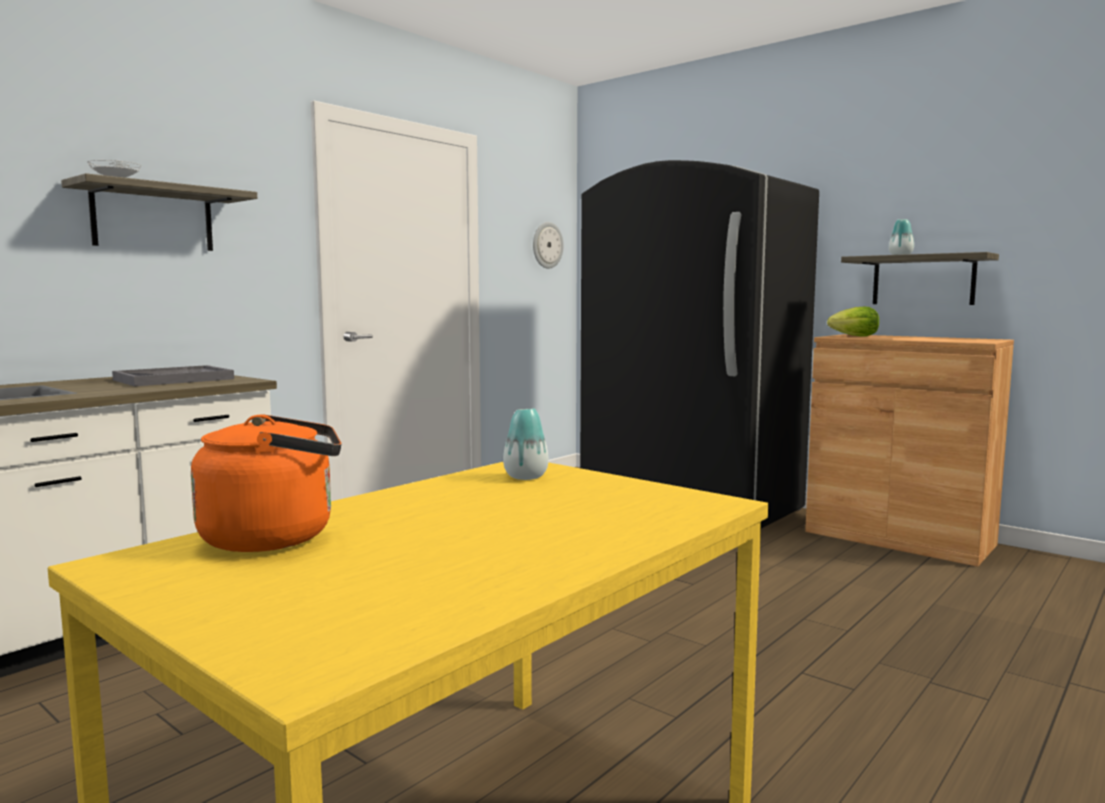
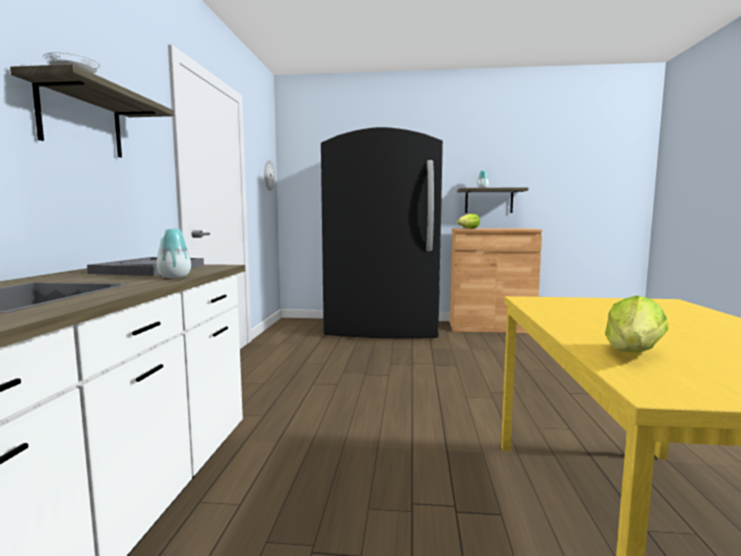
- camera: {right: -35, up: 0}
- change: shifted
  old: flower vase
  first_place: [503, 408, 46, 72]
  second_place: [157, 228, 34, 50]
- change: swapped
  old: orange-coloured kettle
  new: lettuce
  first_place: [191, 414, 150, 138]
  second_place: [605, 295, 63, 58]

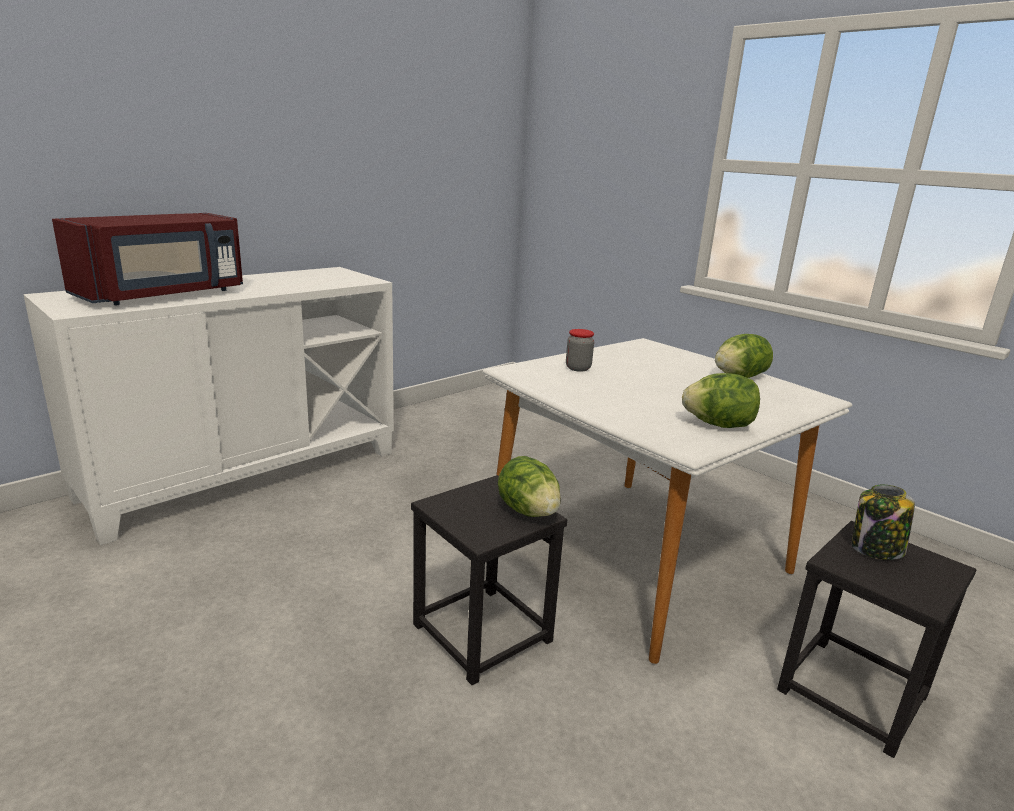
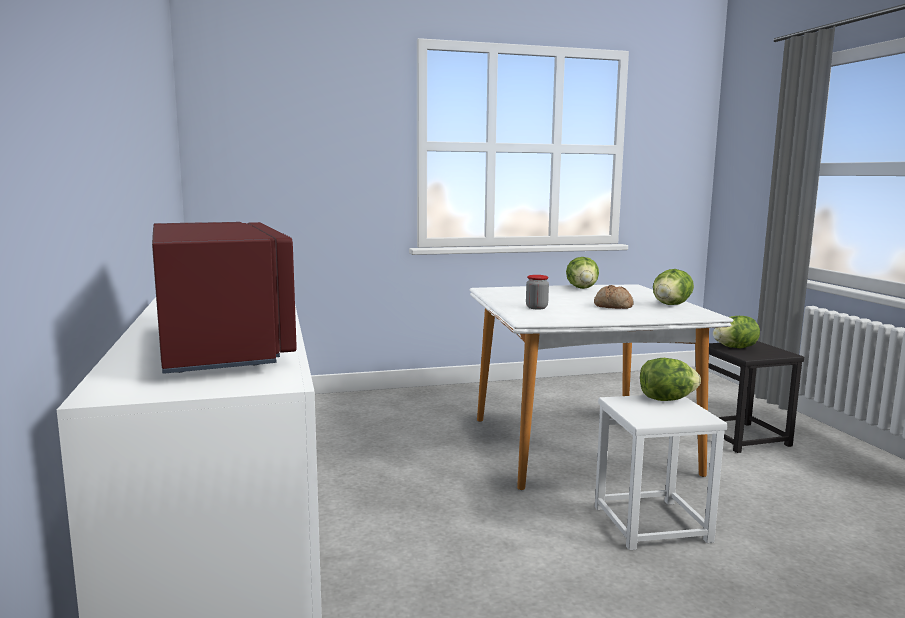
- camera: {right: -60, up: -10}
- change: new
  new: bread
  second_place: [594, 285, 40, 24]
- change: swapped
  old: preserve jar
  new: lettuce
  first_place: [852, 485, 63, 75]
  second_place: [713, 316, 47, 32]
- change: repainted
  old: blackish stool
  new: white-coloured stool
  first_place: [411, 475, 156, 210]
  second_place: [595, 395, 133, 155]

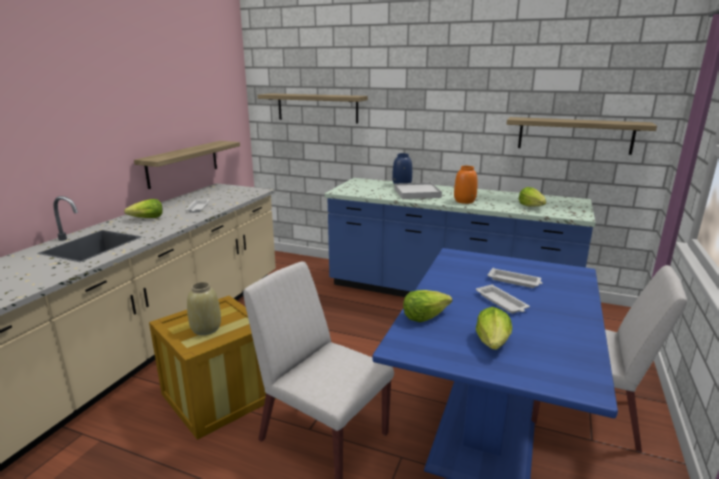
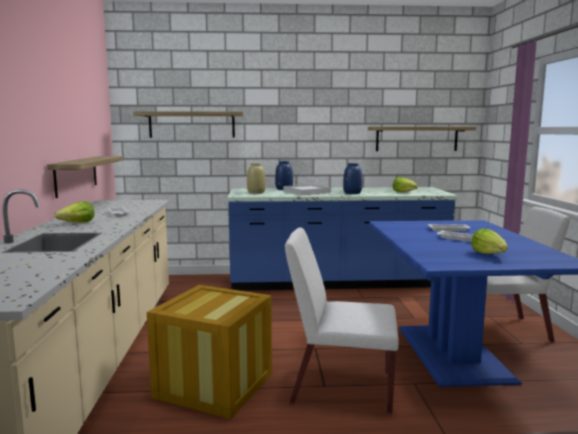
- camera: {right: -25, up: -10}
- change: gone
  old: lettuce
  first_place: [403, 290, 49, 32]
- change: shifted
  old: beige-coloured flower vase
  first_place: [187, 282, 34, 53]
  second_place: [247, 163, 19, 31]
- change: repainted
  old: orange-coloured flower vase
  new: bluish flower vase
  first_place: [454, 166, 24, 38]
  second_place: [343, 163, 19, 31]

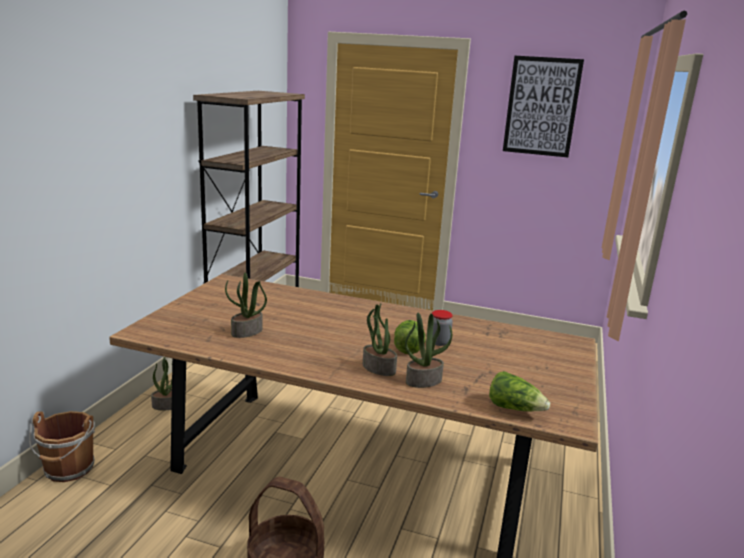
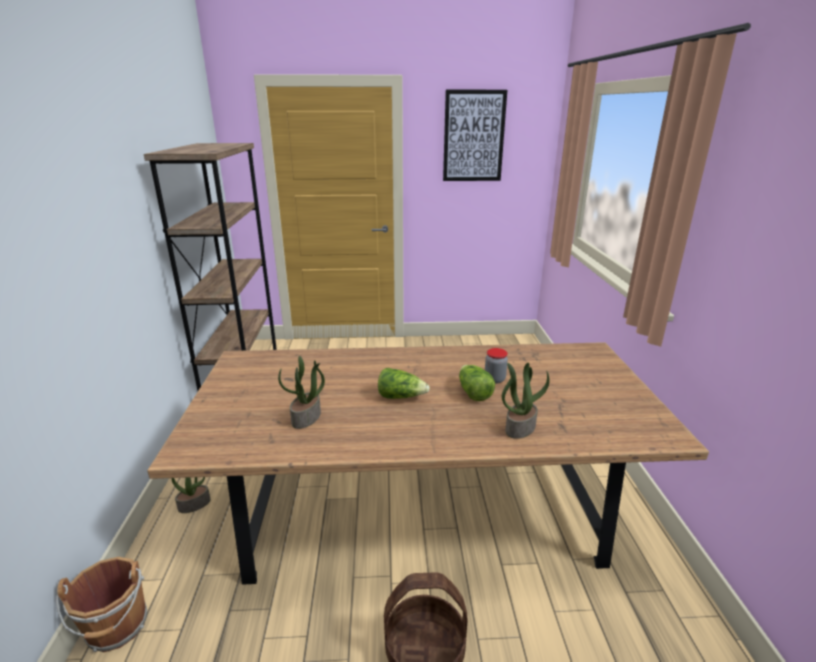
- camera: {right: -20, up: 5}
- change: gone
  old: plant in a pot
  first_place: [363, 303, 34, 73]
- change: shifted
  old: lettuce
  first_place: [489, 371, 61, 40]
  second_place: [378, 368, 52, 31]

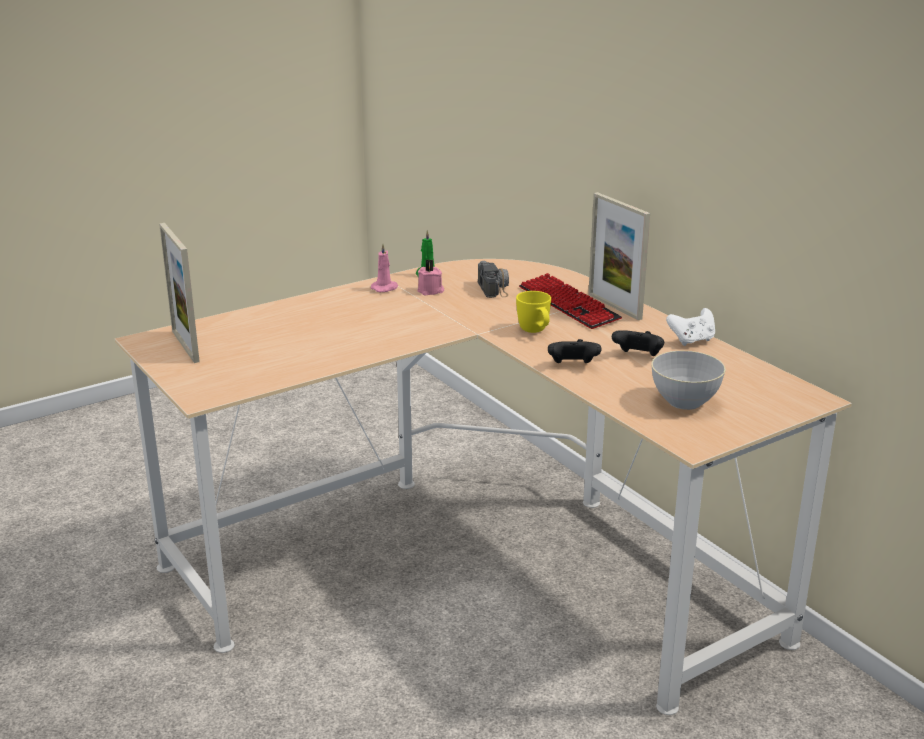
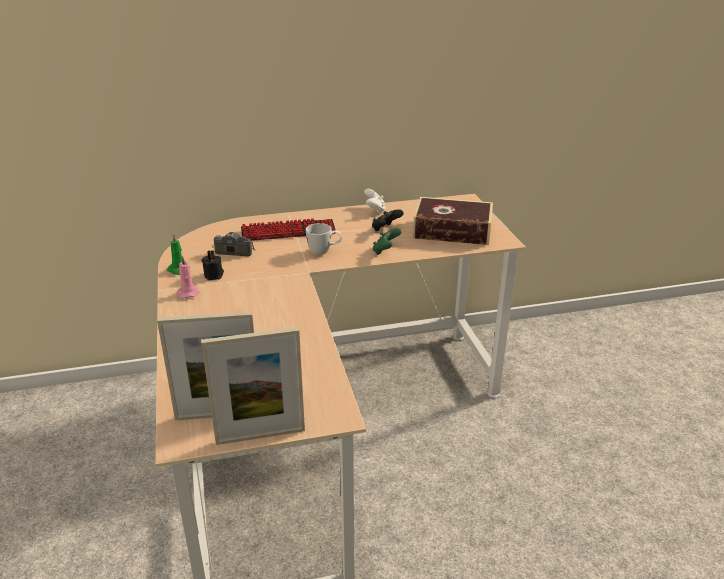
- camera: {right: -70, up: 5}
- change: shifted
  old: picture frame
  first_place: [588, 192, 62, 128]
  second_place: [201, 327, 104, 118]
- change: swapped
  old: greyish deep dish
  new: volume
  first_place: [651, 351, 75, 59]
  second_place: [413, 197, 80, 48]
- change: repainted
  old: pinkish wax light
  new: blackish wax light
  first_place: [417, 260, 27, 36]
  second_place: [201, 250, 23, 30]
- change: repainted
  old: yellowish mug
  new: white-coloured mug
  first_place: [516, 291, 35, 42]
  second_place: [306, 223, 36, 32]
- change: repainted
  old: blackish joypad
  new: green-coloured joypad
  first_place: [548, 339, 54, 24]
  second_place: [372, 228, 29, 27]

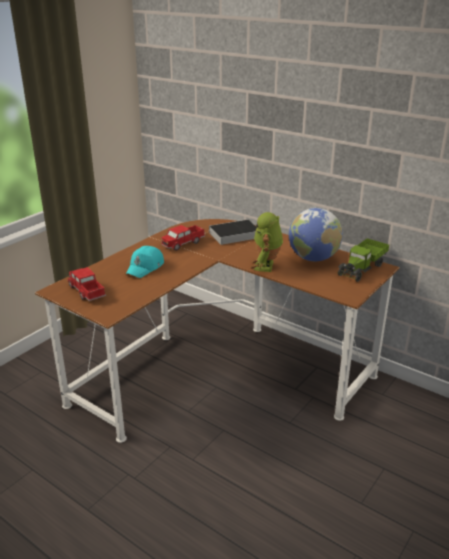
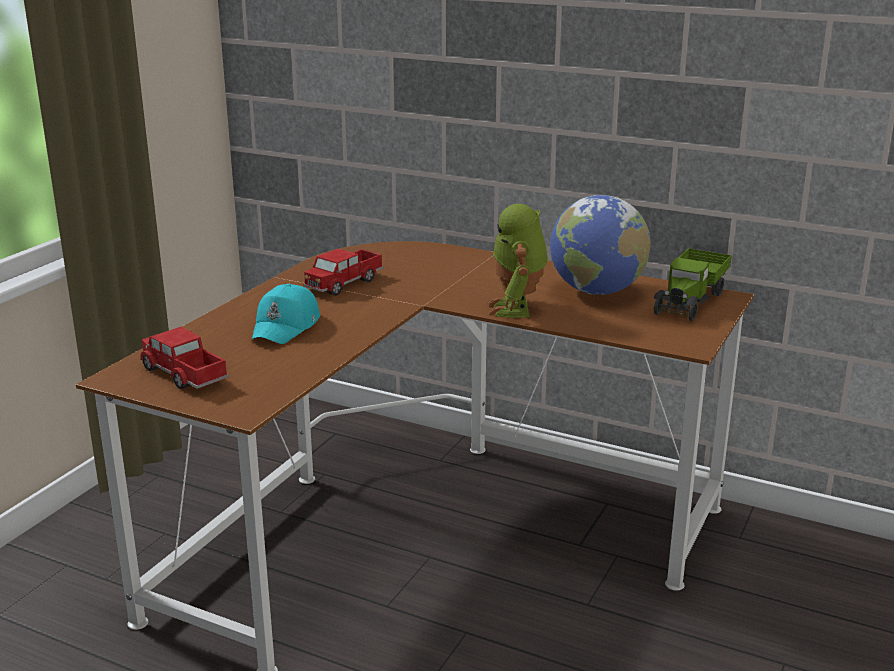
- camera: {right: -10, up: -5}
- change: gone
  old: volume
  first_place: [204, 219, 53, 26]

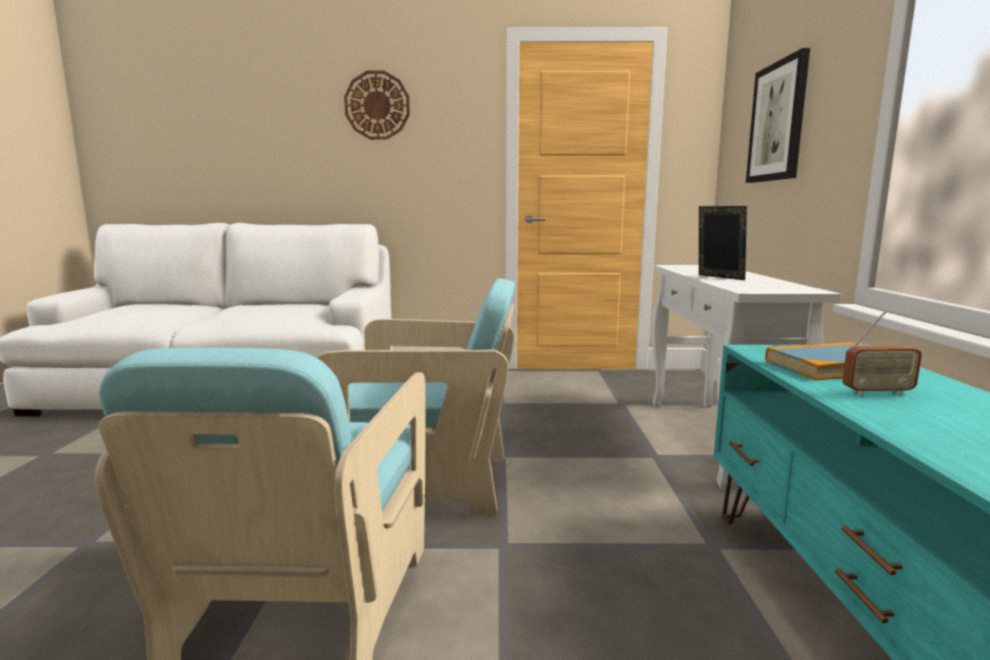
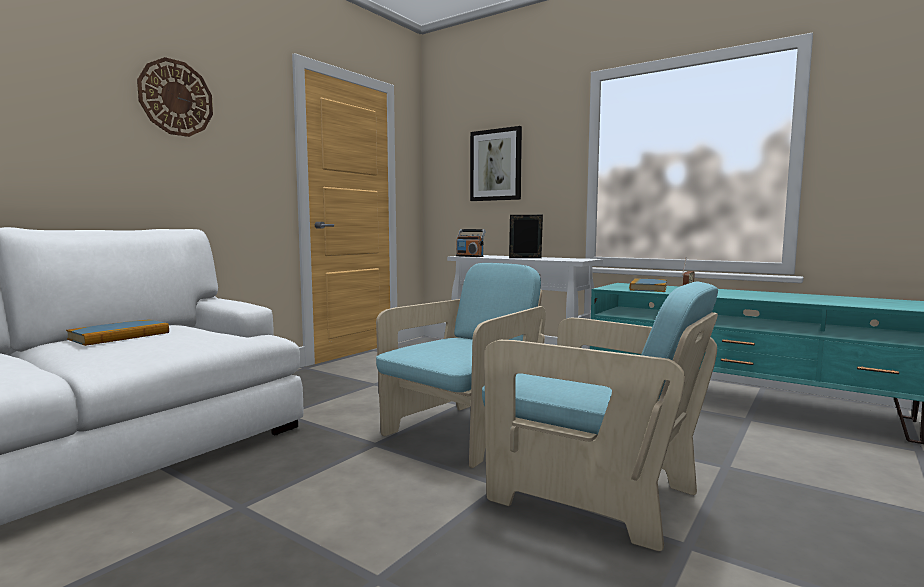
- camera: {right: -55, up: -5}
- change: new
  new: volume
  second_place: [66, 319, 103, 27]
- change: new
  new: radio receiver
  second_place: [456, 229, 30, 28]

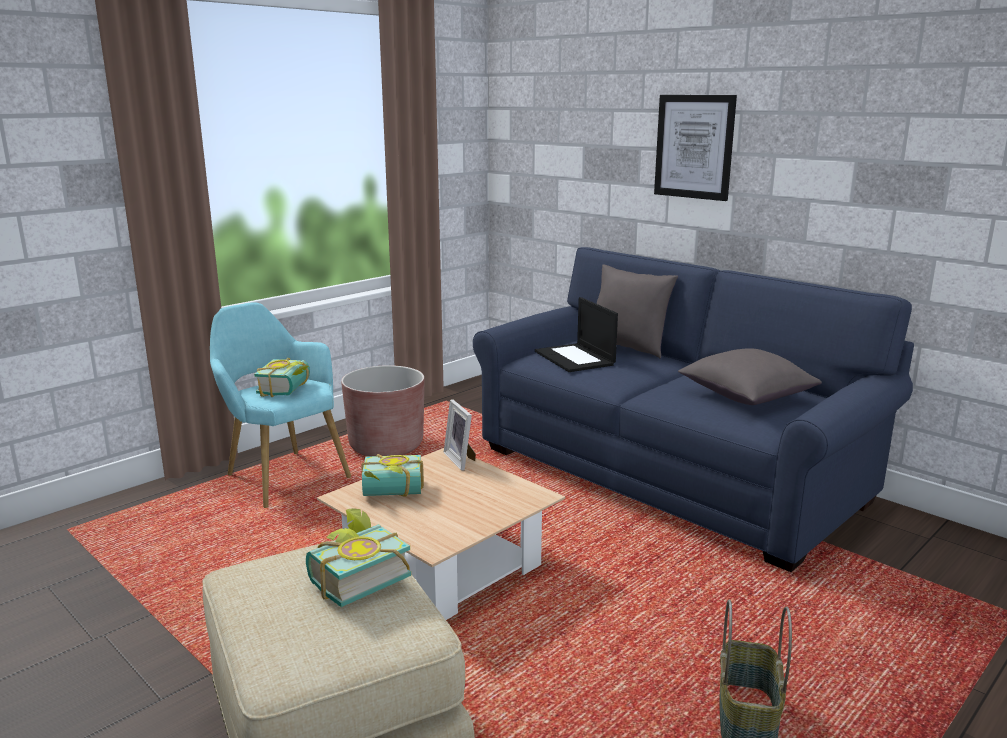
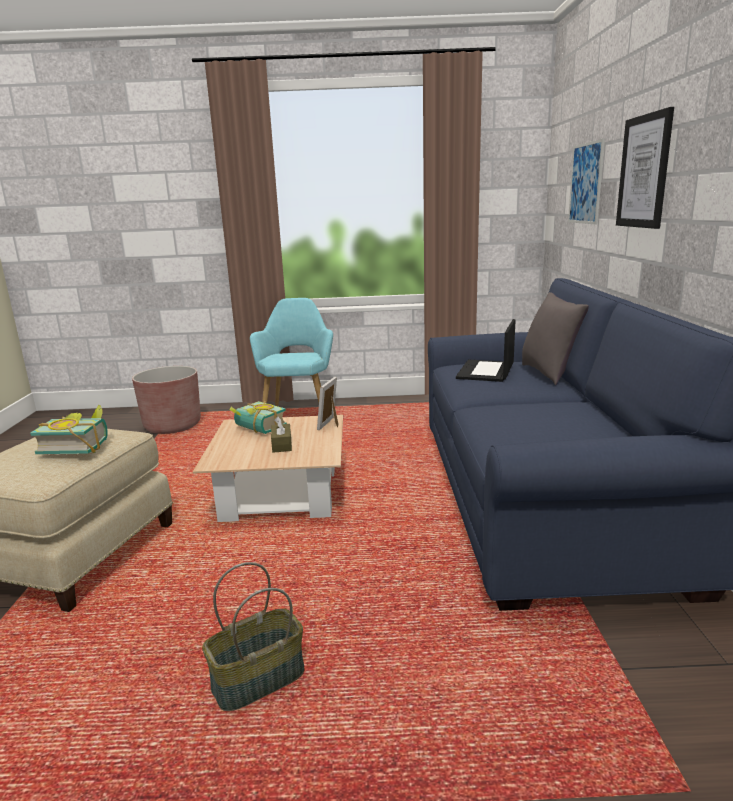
- camera: {right: 45, up: 0}
- change: gone
  old: volume
  first_place: [254, 358, 56, 39]
- change: gone
  old: greyish pillow
  first_place: [678, 348, 144, 57]
- change: new
  new: brownish tissue holder
  second_place: [271, 416, 21, 37]
- change: new
  new: wall art
  second_place: [568, 138, 37, 87]
- change: shifted
  old: brownish plant pot
  first_place: [341, 365, 83, 91]
  second_place: [132, 366, 69, 68]

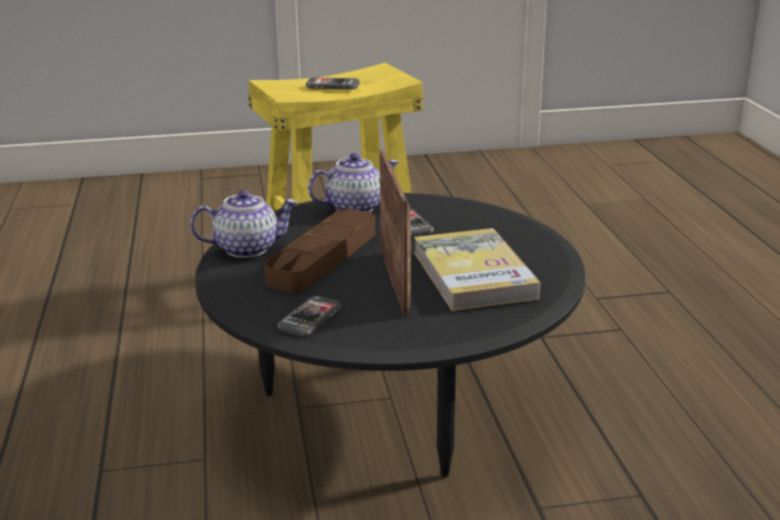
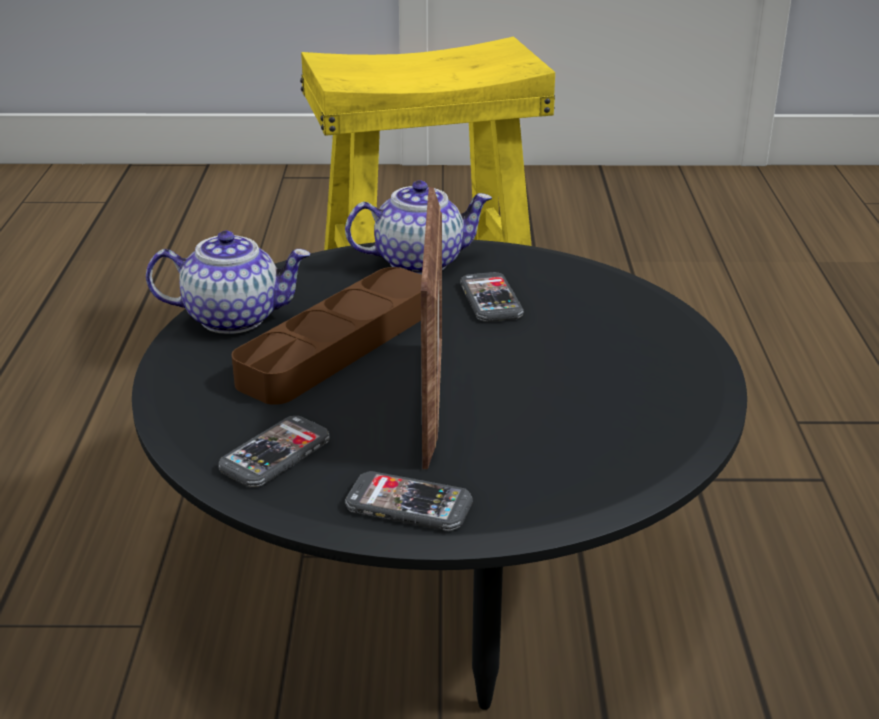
- camera: {right: 10, up: 5}
- change: gone
  old: volume
  first_place: [414, 228, 126, 83]
- change: shifted
  old: telephone
  first_place: [306, 77, 54, 13]
  second_place: [345, 471, 128, 60]

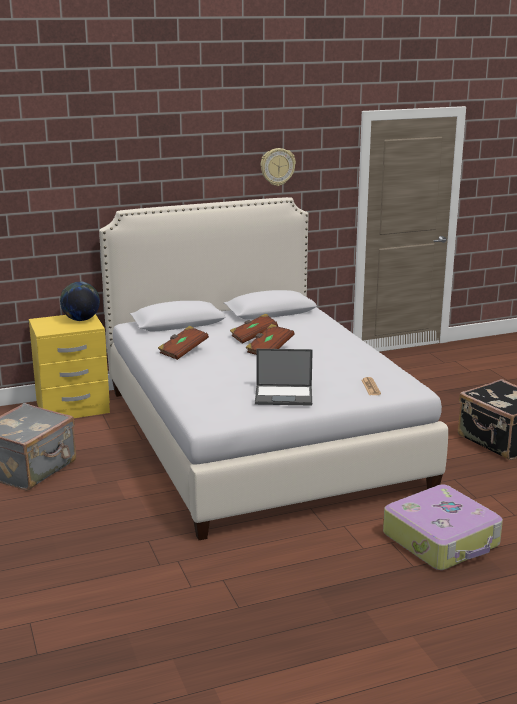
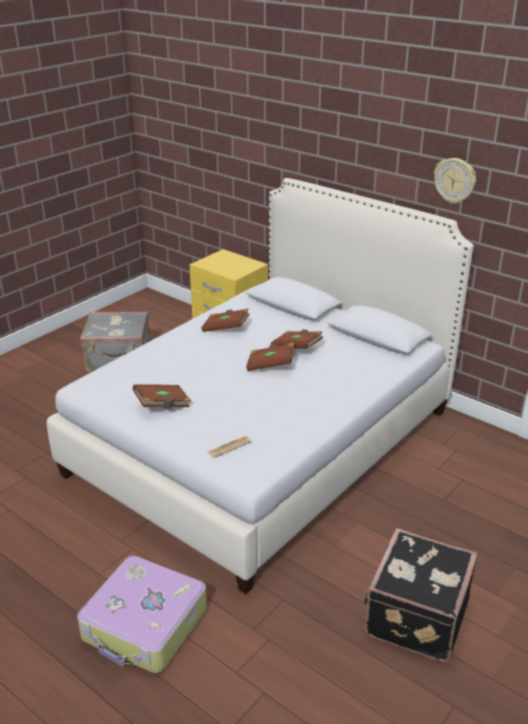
- camera: {right: 60, up: 10}
- change: gone
  old: desk globe
  first_place: [60, 282, 40, 39]
- change: swapped
  old: portable computer
  new: brownish volume
  first_place: [255, 349, 58, 57]
  second_place: [133, 385, 58, 24]

